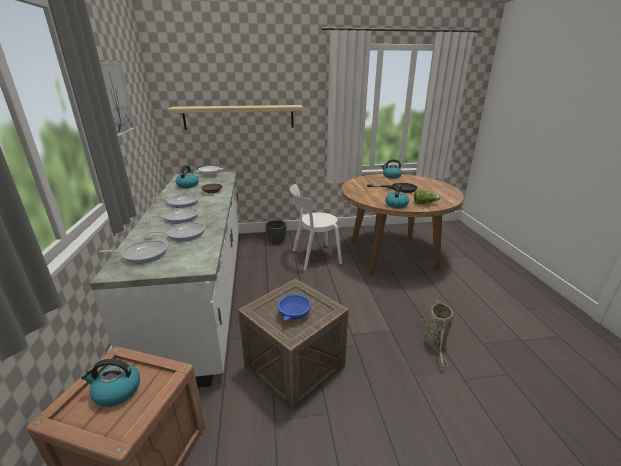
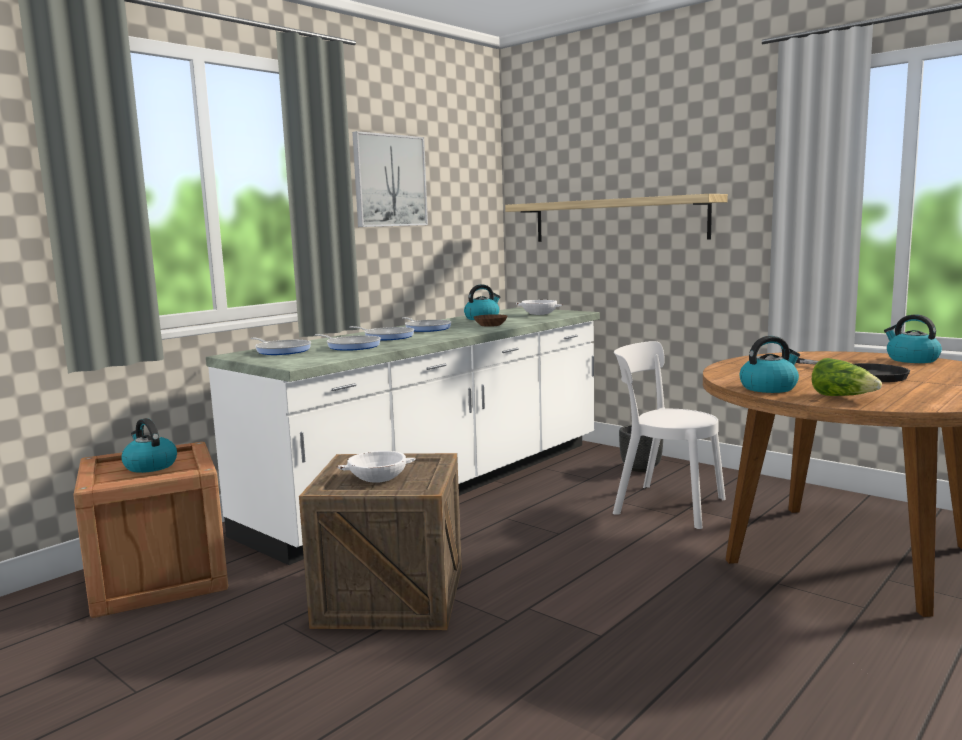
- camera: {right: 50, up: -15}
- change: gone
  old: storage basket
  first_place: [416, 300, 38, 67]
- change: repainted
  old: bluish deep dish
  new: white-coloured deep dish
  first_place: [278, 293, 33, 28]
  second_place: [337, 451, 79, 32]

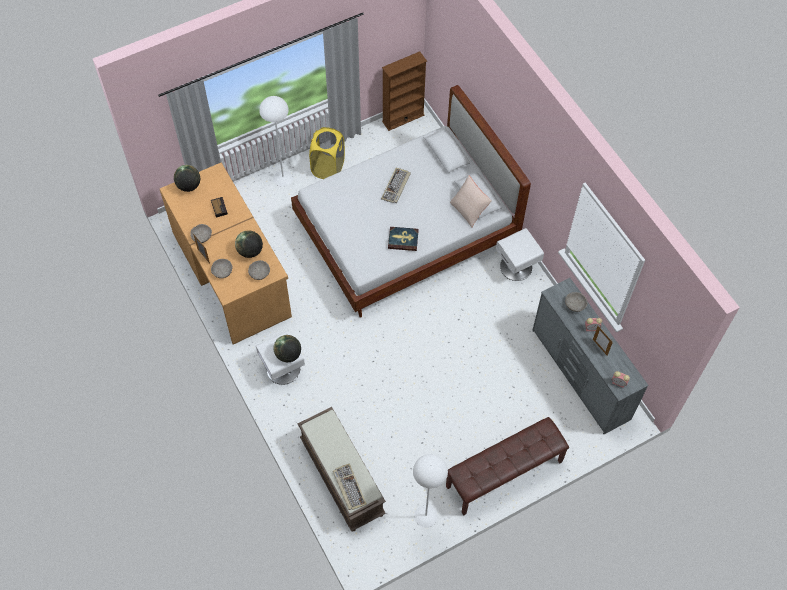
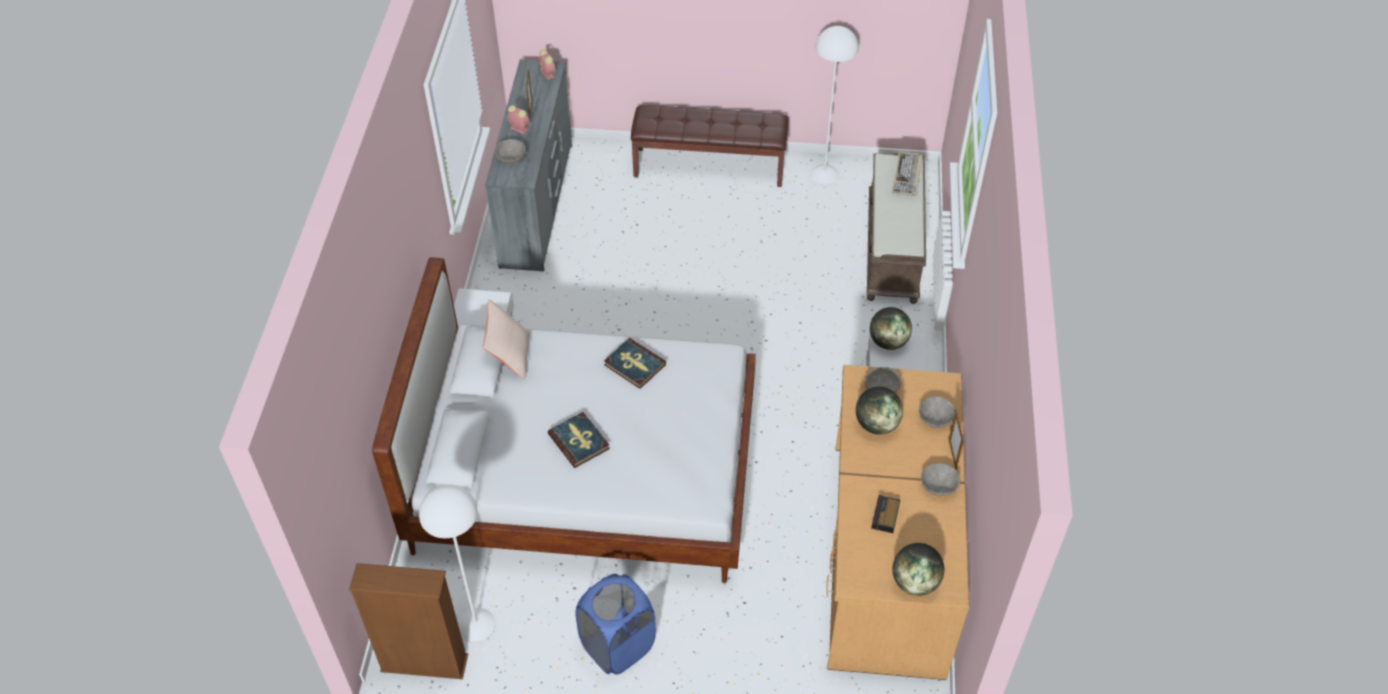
- camera: {right: -145, up: -10}
- change: shifted
  old: white-coloured standing lamp
  first_place: [259, 96, 34, 91]
  second_place: [419, 484, 76, 158]
- change: swapped
  old: computer keyboard
  new: volume
  first_place: [381, 168, 30, 35]
  second_place: [548, 412, 62, 56]
- change: repainted
  old: yellowish laundry basket
  new: bluish laundry basket
  first_place: [309, 127, 36, 52]
  second_place: [575, 574, 81, 100]

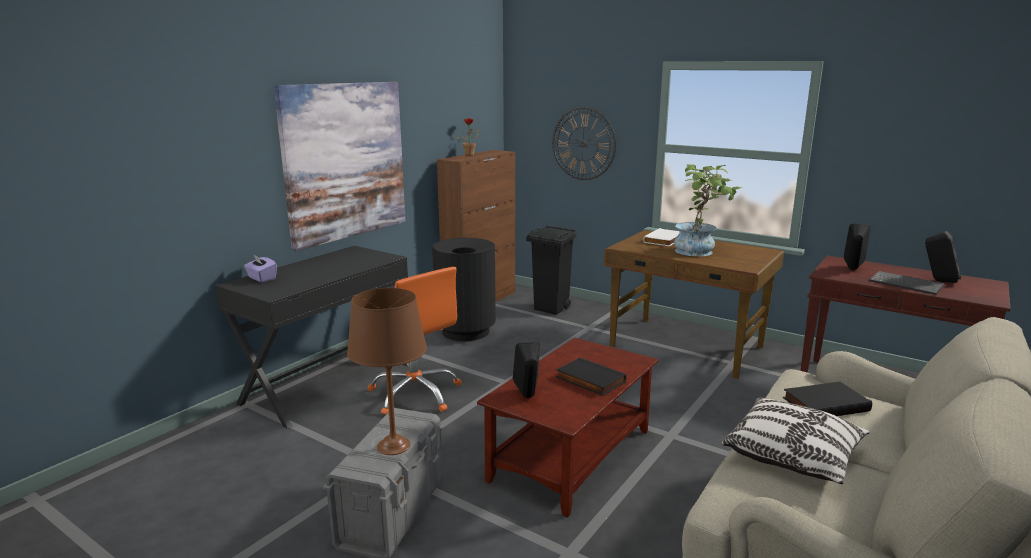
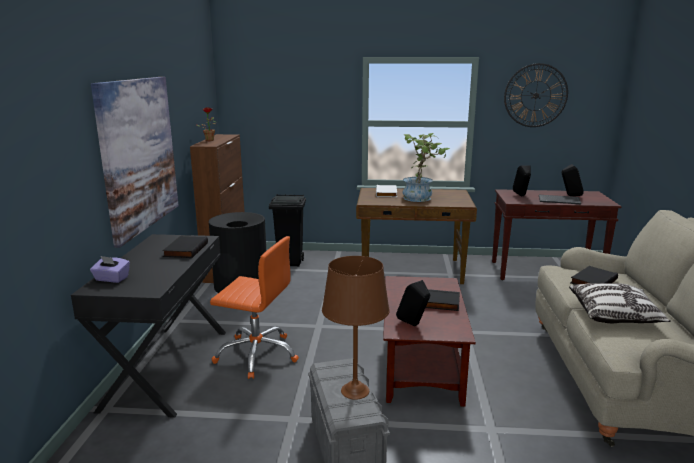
- camera: {right: -30, up: 0}
- change: new
  new: blackish volume
  second_place: [162, 236, 46, 22]
- change: shifted
  old: hanging clock
  first_place: [552, 107, 64, 73]
  second_place: [504, 63, 64, 64]

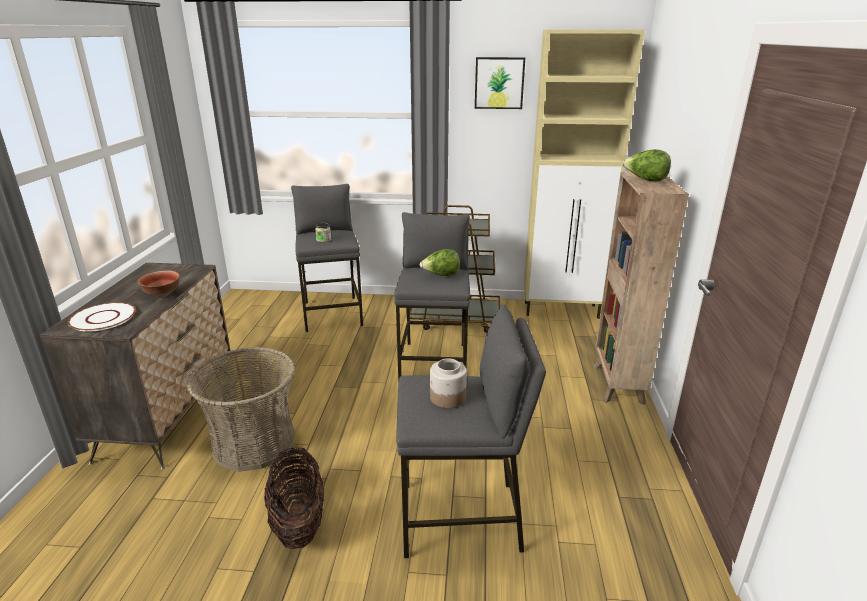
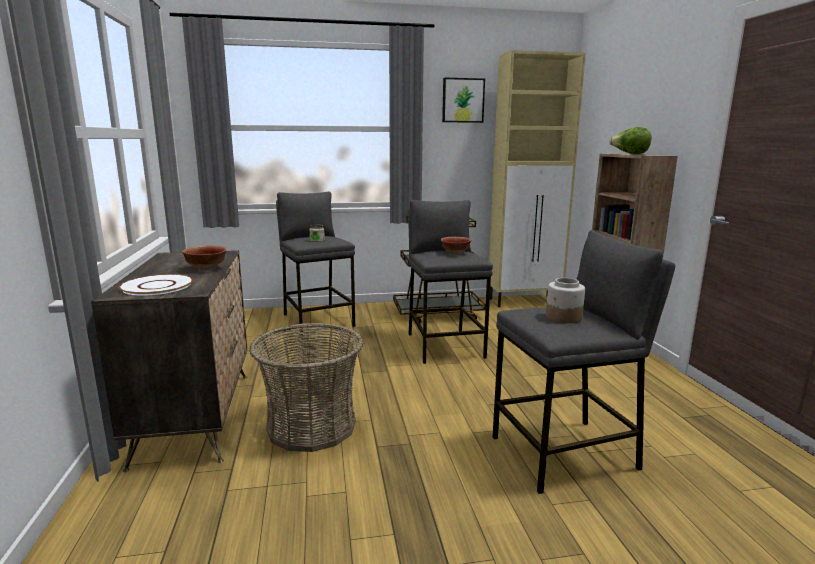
- camera: {right: -15, up: -10}
- change: gone
  old: storage basket
  first_place: [264, 447, 60, 102]
- change: swapped
  old: lettuce
  new: deep dish
  first_place: [420, 249, 40, 27]
  second_place: [441, 237, 30, 18]

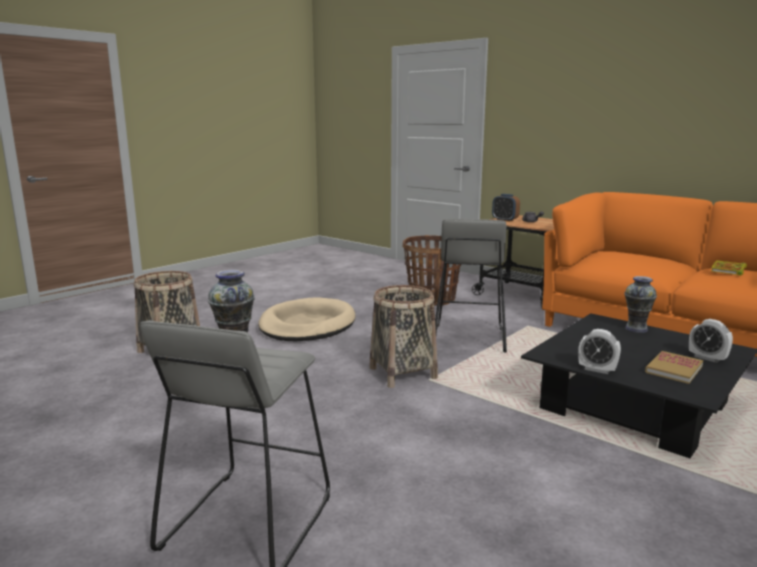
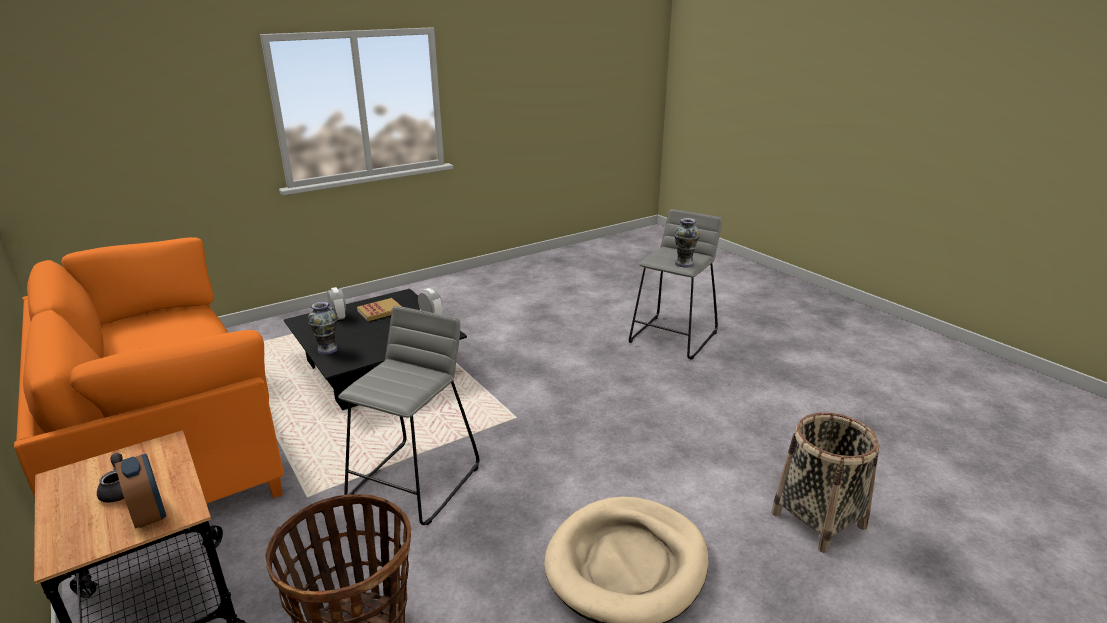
- camera: {right: -165, up: 10}
- change: gone
  old: storage basket
  first_place: [369, 285, 69, 103]
- change: gone
  old: volume
  first_place: [711, 260, 36, 16]

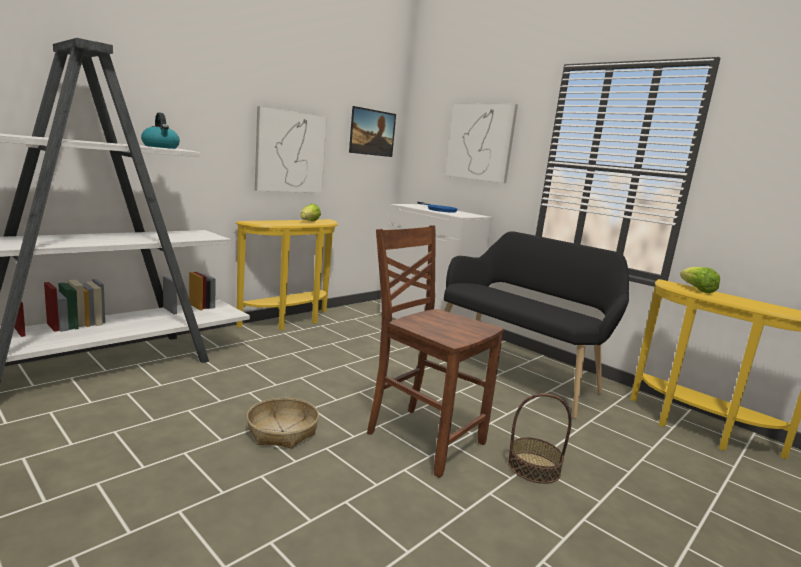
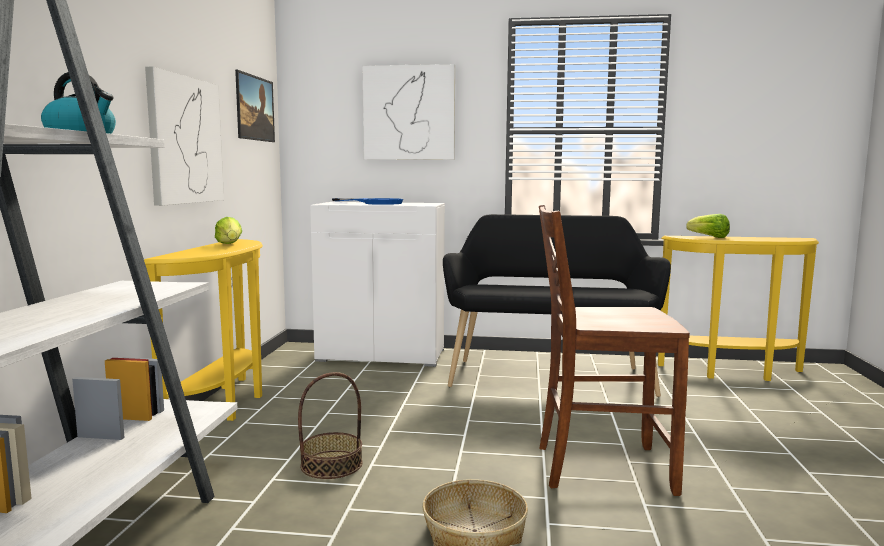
- camera: {right: -35, up: -5}
- change: shifted
  old: storage basket
  first_place: [508, 393, 64, 91]
  second_place: [298, 372, 64, 107]

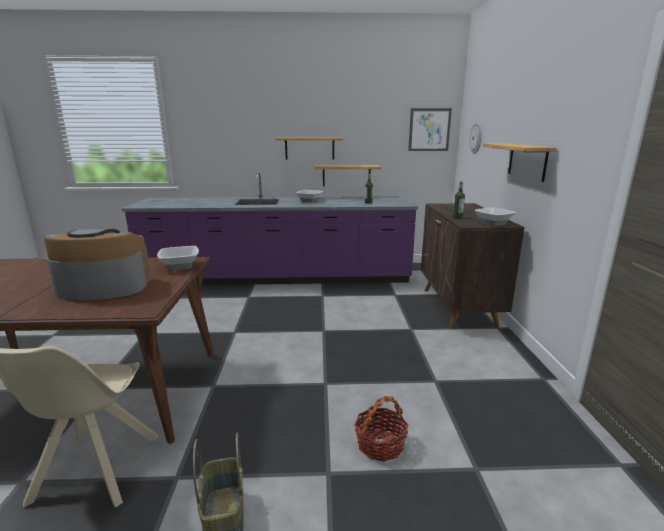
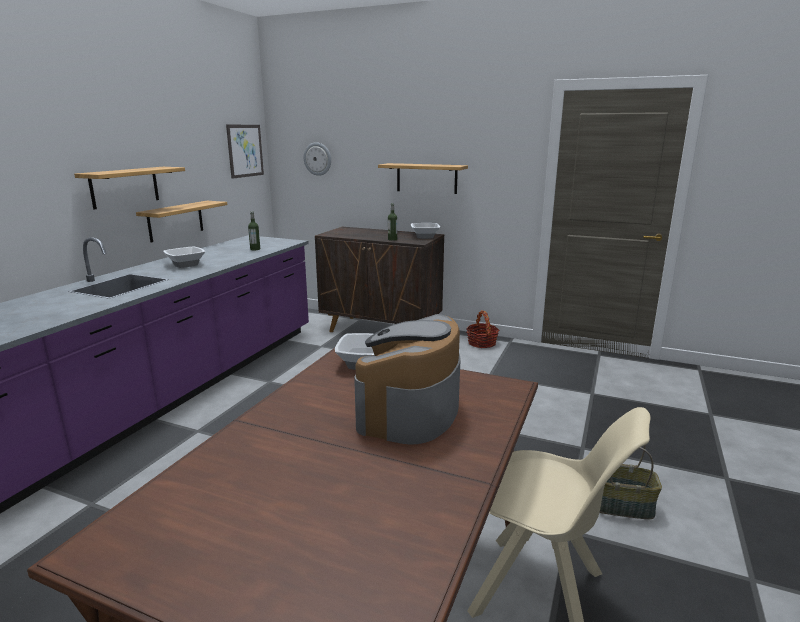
- camera: {right: -65, up: 0}
- change: shifted
  old: storage basket
  first_place: [354, 396, 54, 66]
  second_place: [466, 310, 33, 38]

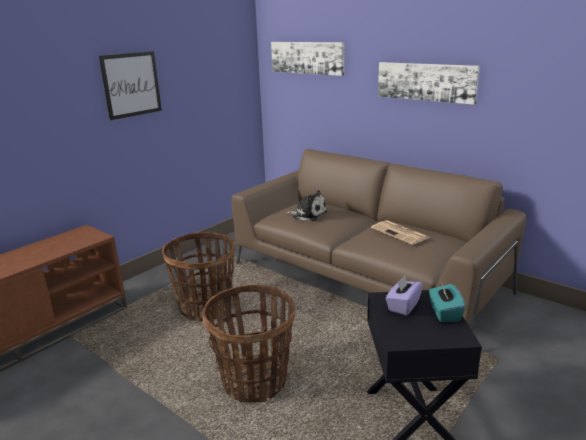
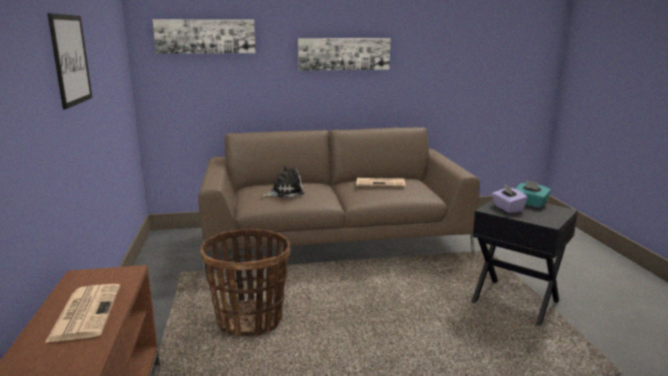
- camera: {right: -50, up: -5}
- change: gone
  old: storage basket
  first_place: [202, 285, 93, 118]
- change: new
  new: daily paper
  second_place: [45, 284, 75, 59]

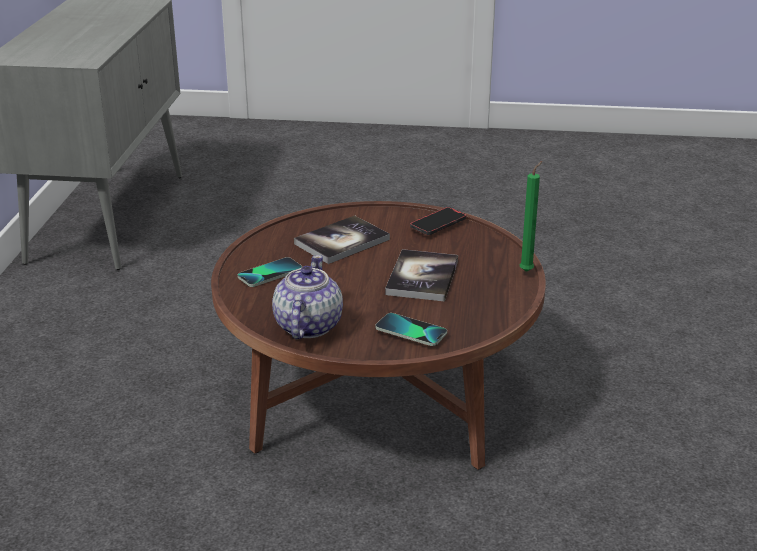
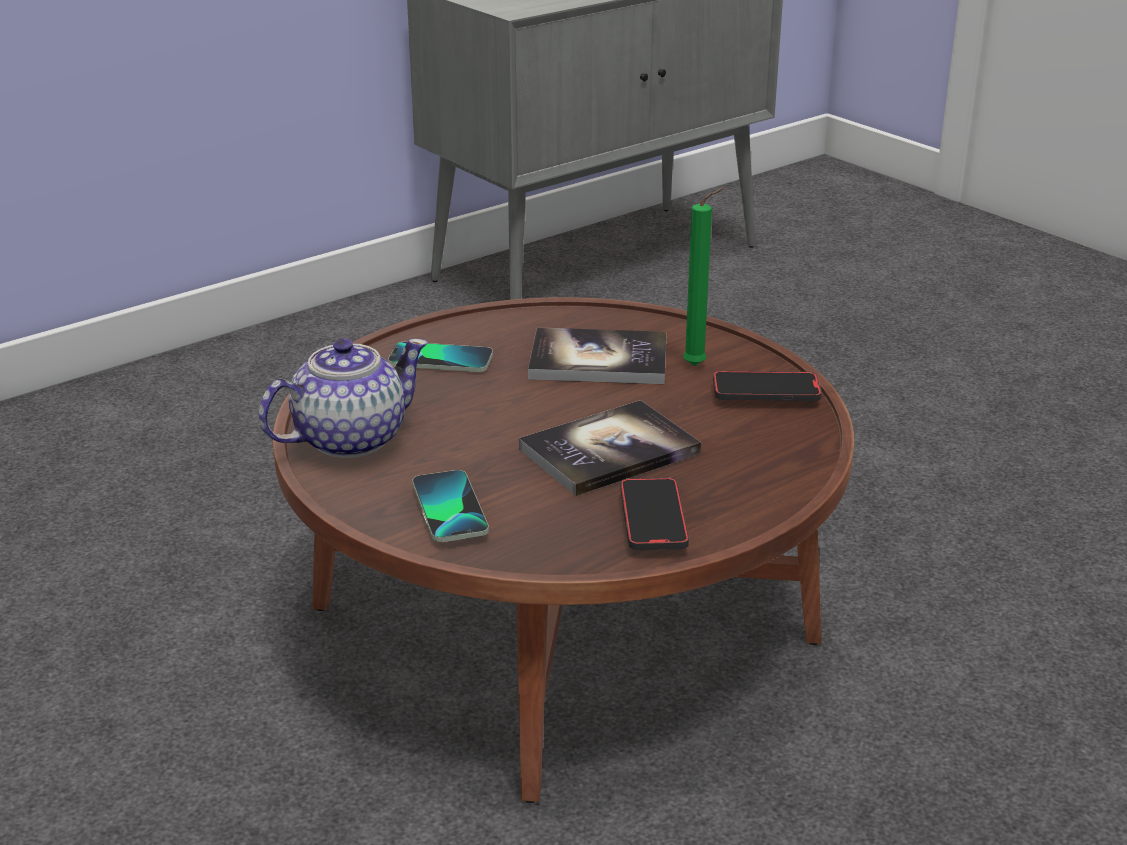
- camera: {right: 45, up: 0}
- change: new
  new: telephone
  second_place: [620, 477, 69, 73]
- change: shifted
  old: green-coloured wax light
  first_place: [520, 161, 23, 111]
  second_place: [683, 188, 41, 178]

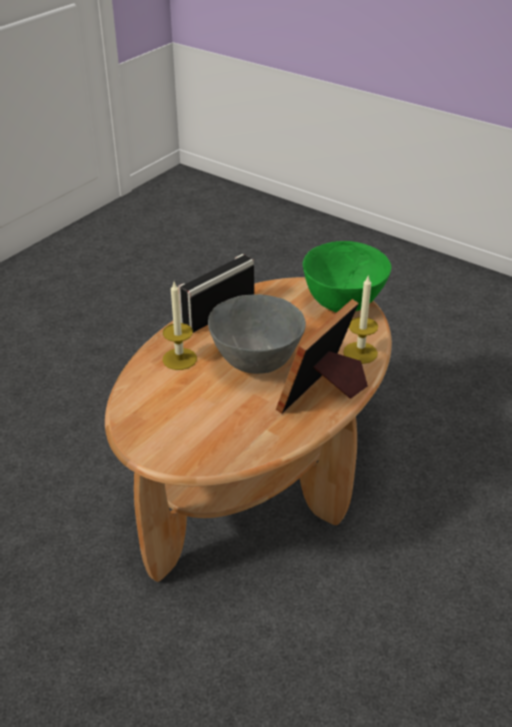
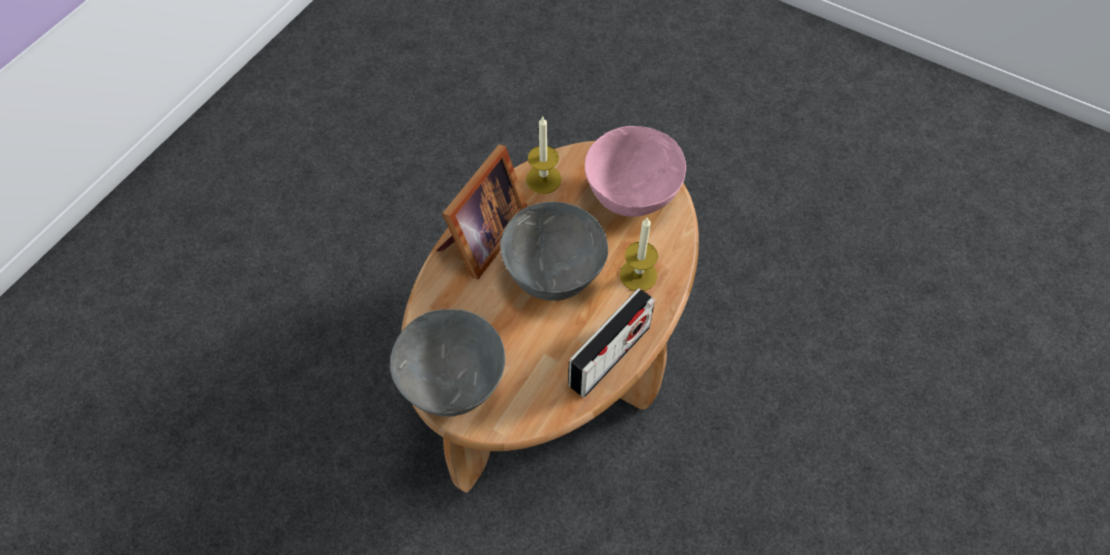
- camera: {right: 175, up: 20}
- change: new
  new: pinkish deep dish
  second_place: [585, 126, 101, 91]
- change: shifted
  old: wax light
  first_place: [343, 275, 35, 89]
  second_place: [526, 117, 36, 77]
- change: repainted
  old: green-coloured deep dish
  new: greyish deep dish
  first_place: [303, 241, 88, 71]
  second_place: [390, 309, 115, 108]

